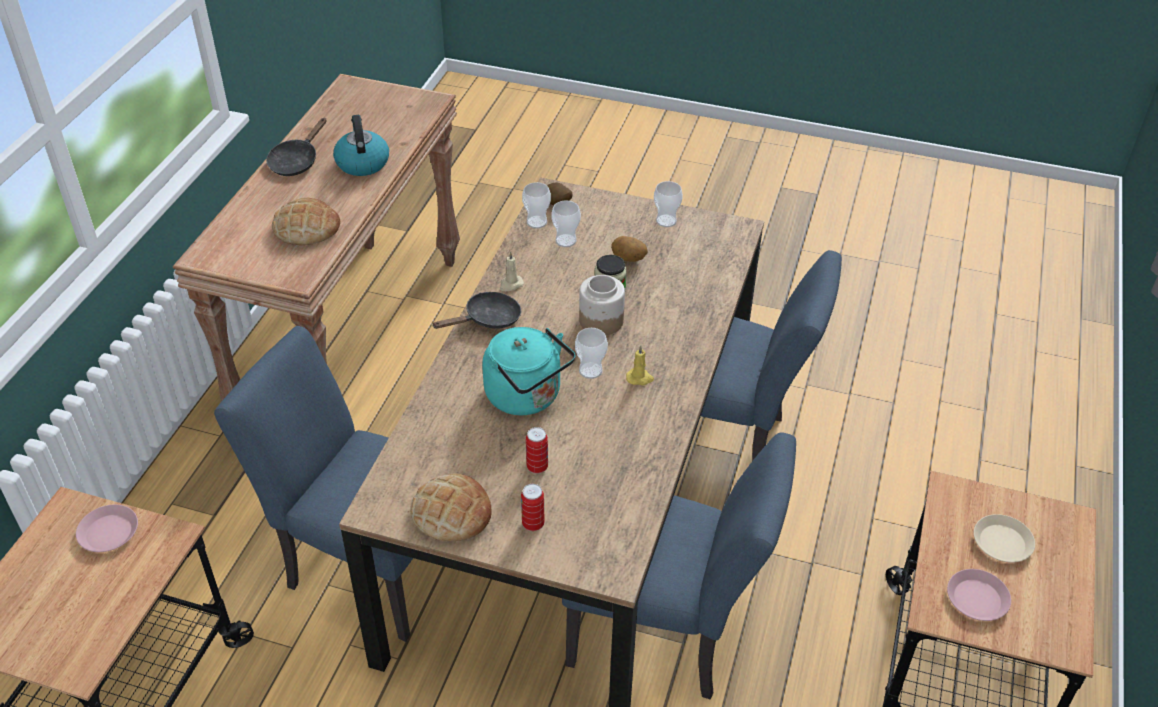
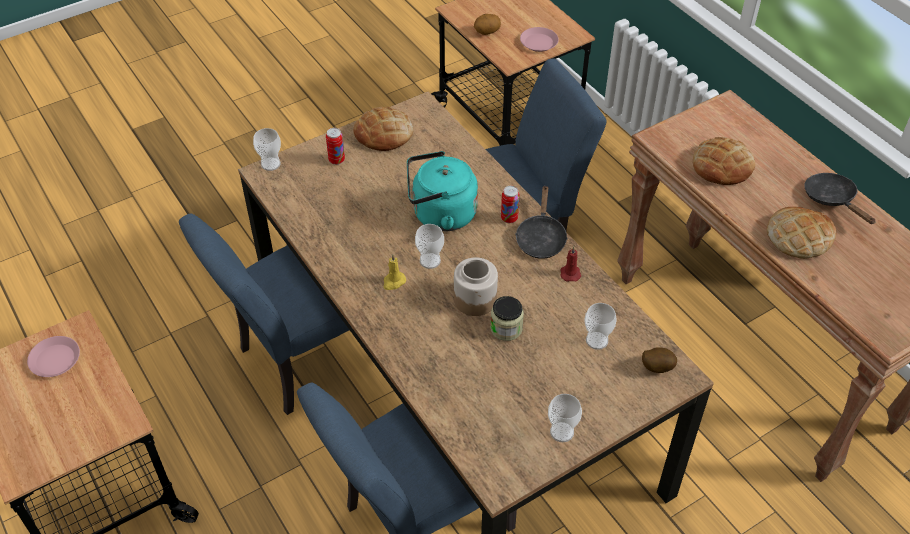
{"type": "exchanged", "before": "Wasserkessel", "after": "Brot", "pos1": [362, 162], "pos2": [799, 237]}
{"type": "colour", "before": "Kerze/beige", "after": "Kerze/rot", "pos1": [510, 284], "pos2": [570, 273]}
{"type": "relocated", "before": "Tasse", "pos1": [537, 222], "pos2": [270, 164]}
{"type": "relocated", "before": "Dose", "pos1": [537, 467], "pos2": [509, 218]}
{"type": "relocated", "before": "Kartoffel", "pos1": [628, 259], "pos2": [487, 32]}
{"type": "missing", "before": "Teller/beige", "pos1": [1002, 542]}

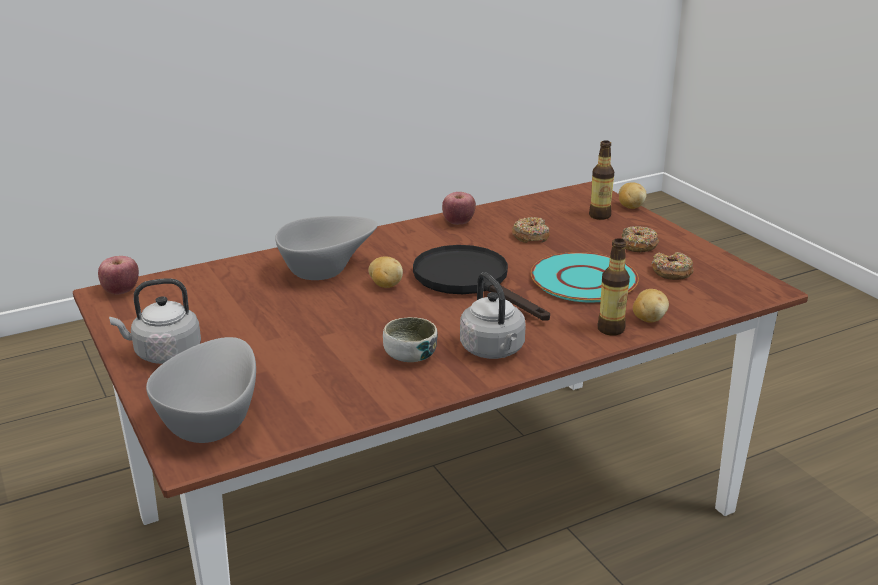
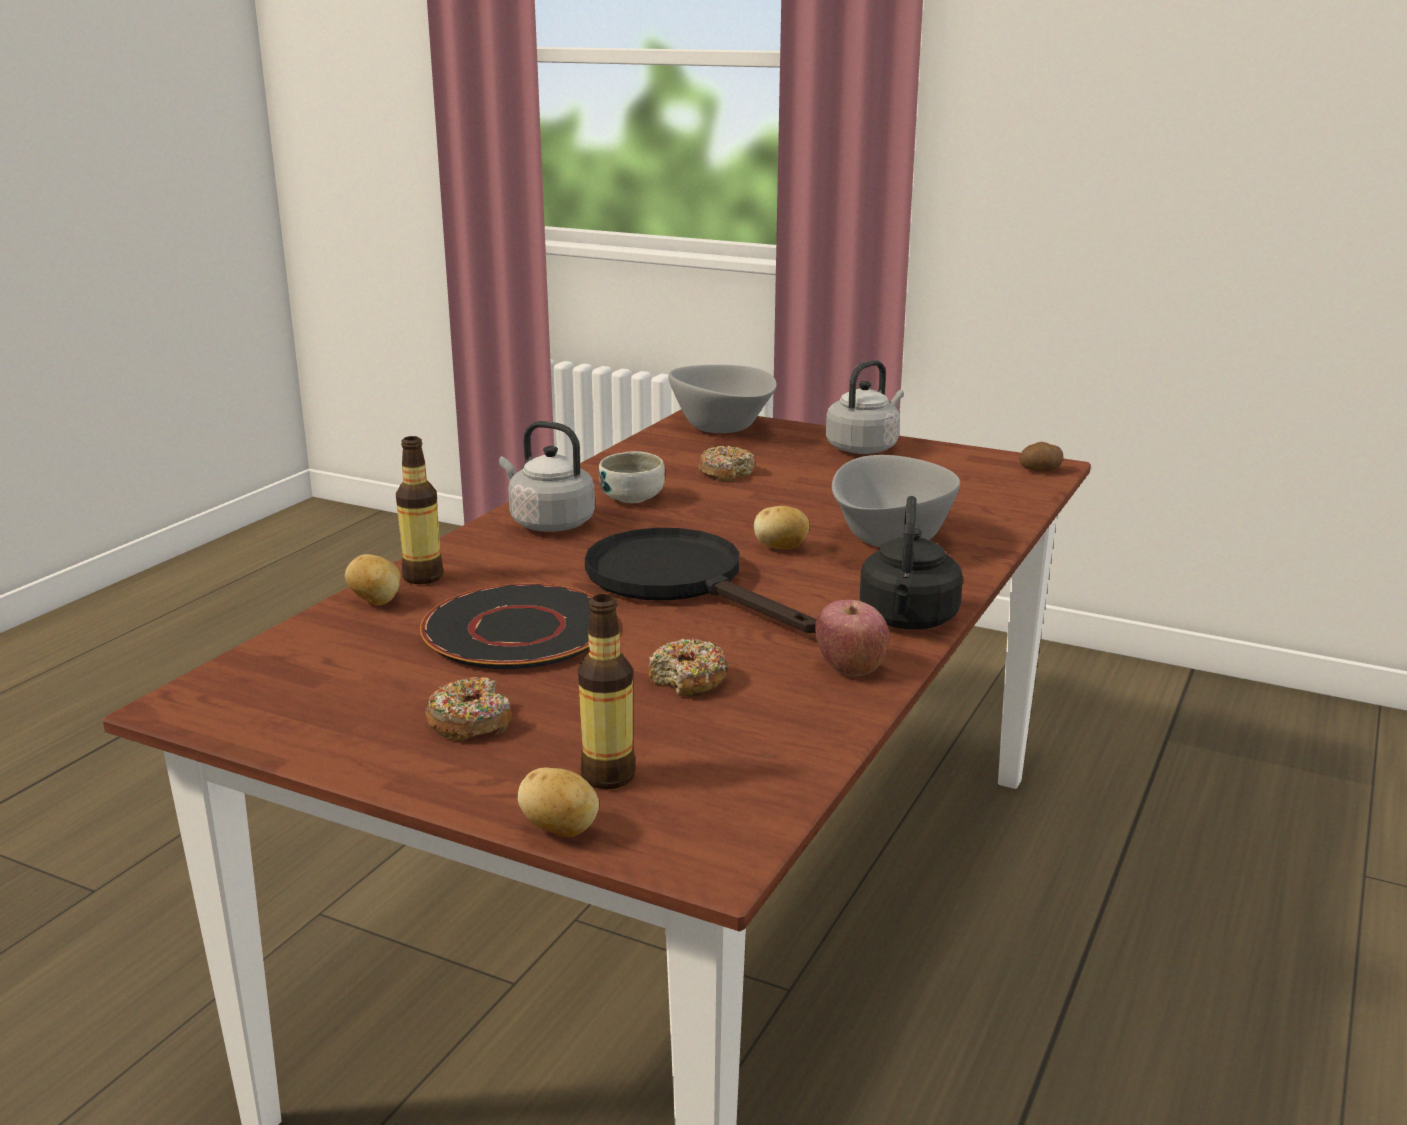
{"type": "exchanged", "before": "Apfel", "after": "Kartoffel", "pos1": [121, 291], "pos2": [1040, 470]}
{"type": "spun", "before": "Pfanne/schwarz", "pos1": [470, 281], "pos2": [680, 582], "turn": -150}
{"type": "colour", "before": "Teller/türkis", "after": "Teller/schwarz", "pos1": [583, 280], "pos2": [517, 629]}
{"type": "relocated", "before": "Donut", "pos1": [671, 272], "pos2": [726, 473]}
{"type": "appeared", "after": "Wasserkessel/schwarz", "pos2": [908, 621]}

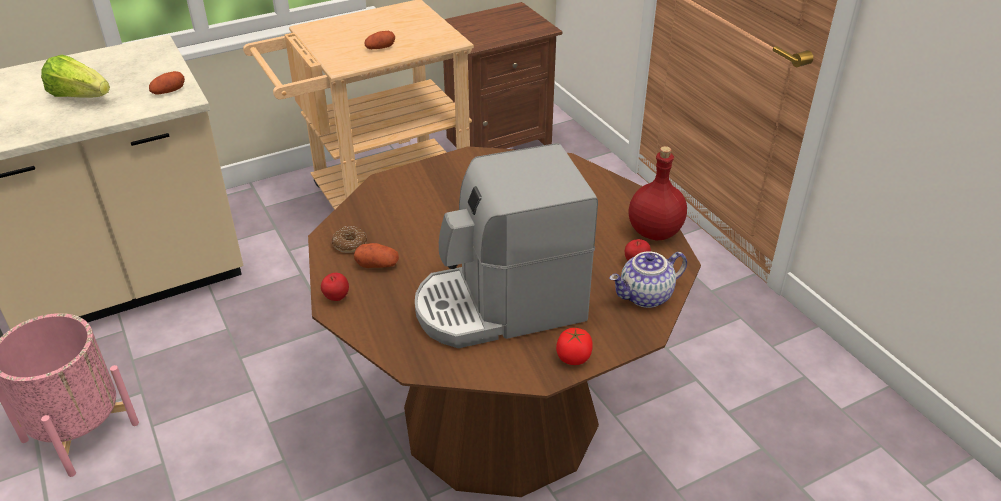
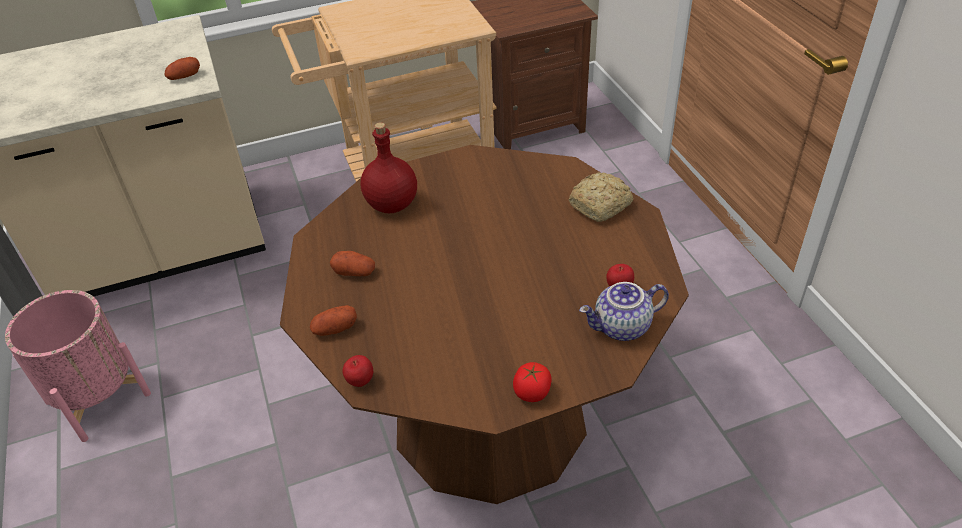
{"type": "missing", "before": "Salatkopf", "pos1": [80, 96]}
{"type": "relocated", "before": "Apfel", "pos1": [336, 298], "pos2": [360, 381]}
{"type": "missing", "before": "Donut", "pos1": [349, 244]}
{"type": "relocated", "before": "Kartoffel", "pos1": [380, 48], "pos2": [335, 329]}
{"type": "missing", "before": "Kaffeemaschine", "pos1": [500, 306]}
{"type": "relocated", "before": "Flasche/rot", "pos1": [654, 231], "pos2": [391, 204]}
{"type": "appeared", "after": "Brot", "pos2": [601, 205]}

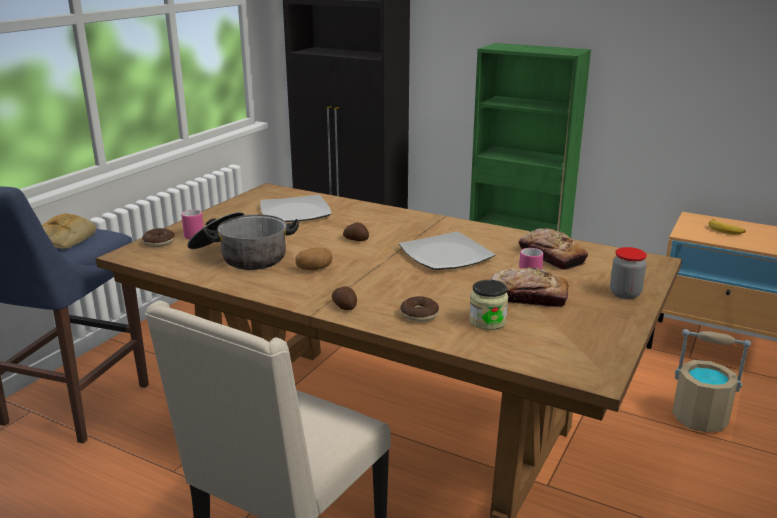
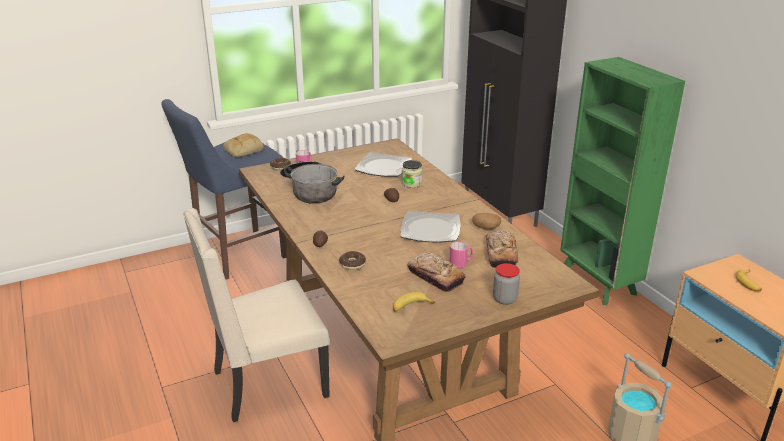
{"type": "relocated", "before": "Kartoffel", "pos1": [314, 269], "pos2": [486, 228]}
{"type": "relocated", "before": "Vorratsglas", "pos1": [487, 321], "pos2": [411, 183]}
{"type": "appeared", "after": "Banane", "pos2": [410, 307]}

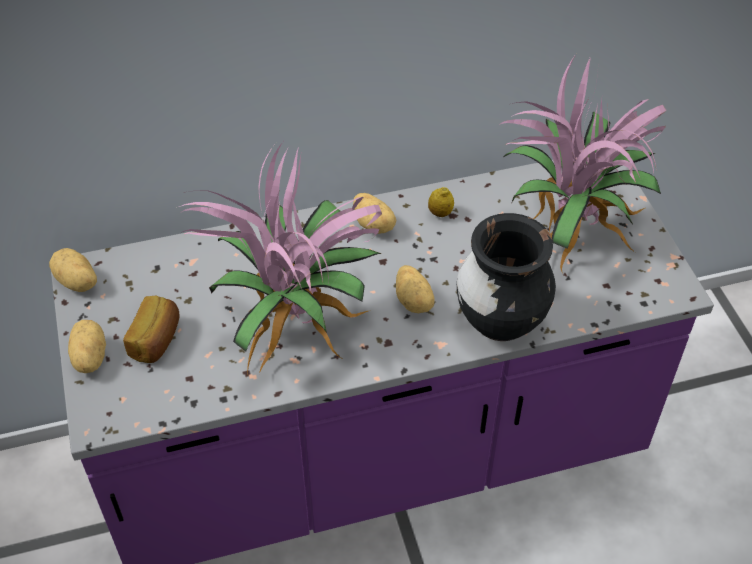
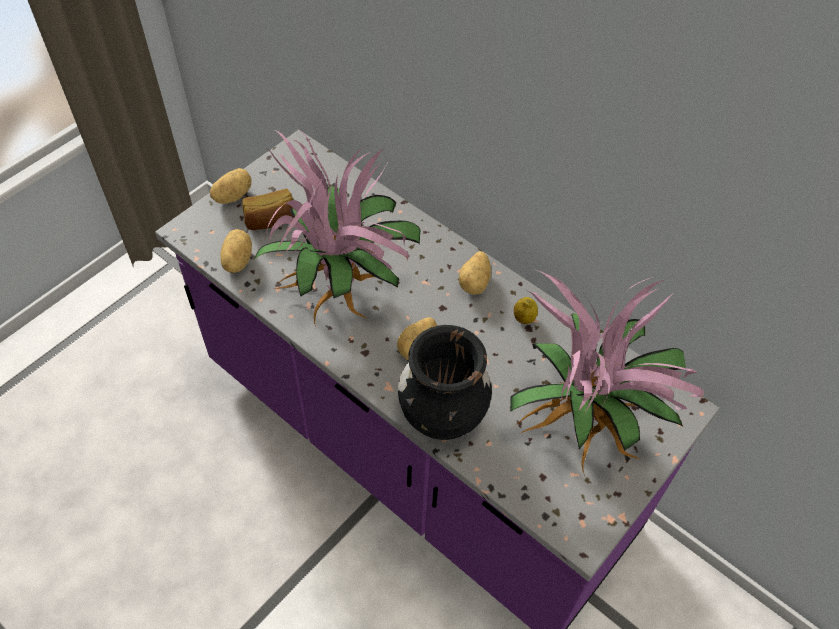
{"type": "relocated", "before": "Kartoffel", "pos1": [76, 282], "pos2": [236, 261]}

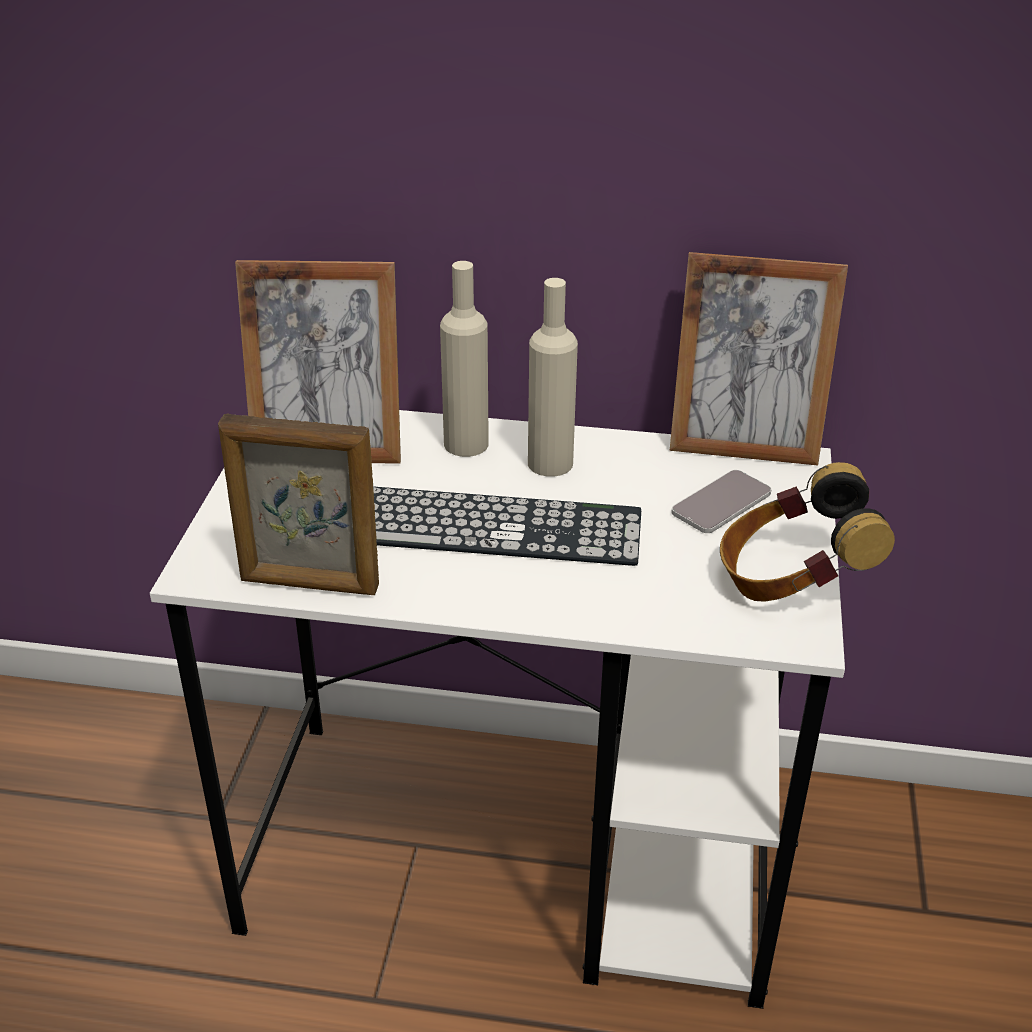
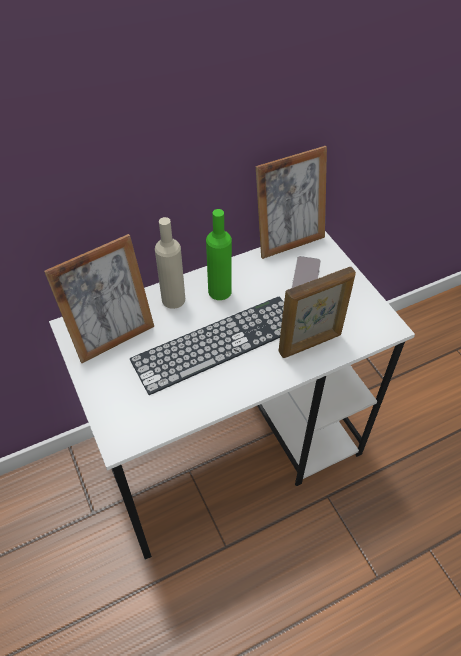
{"type": "relocated", "before": "Bilderrahmen", "pos1": [309, 584], "pos2": [310, 343]}
{"type": "colour", "before": "Flasche/beige", "after": "Flasche/grün", "pos1": [550, 463], "pos2": [219, 291]}
{"type": "missing", "before": "Kopfhörer", "pos1": [791, 581]}

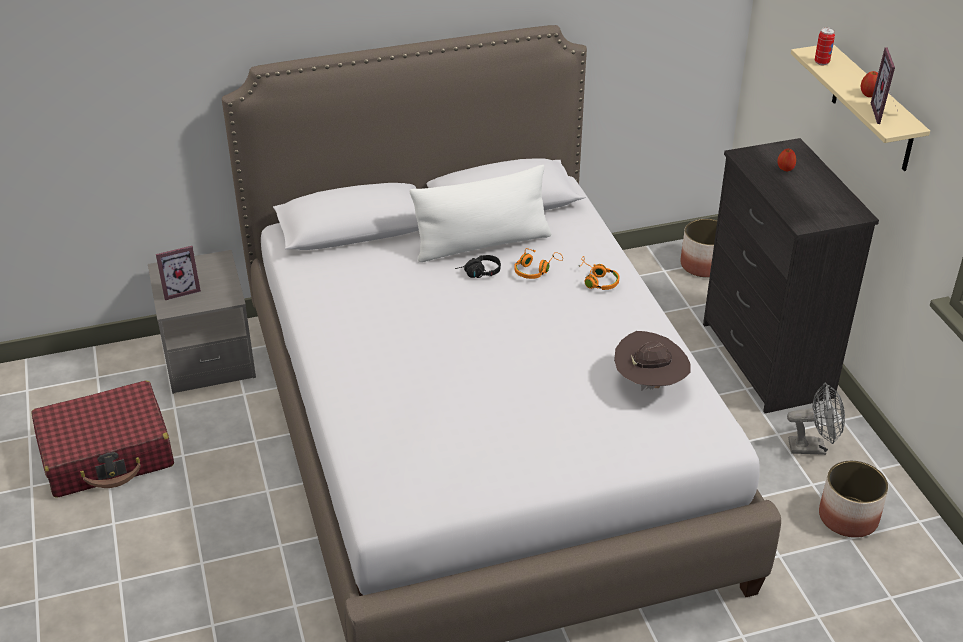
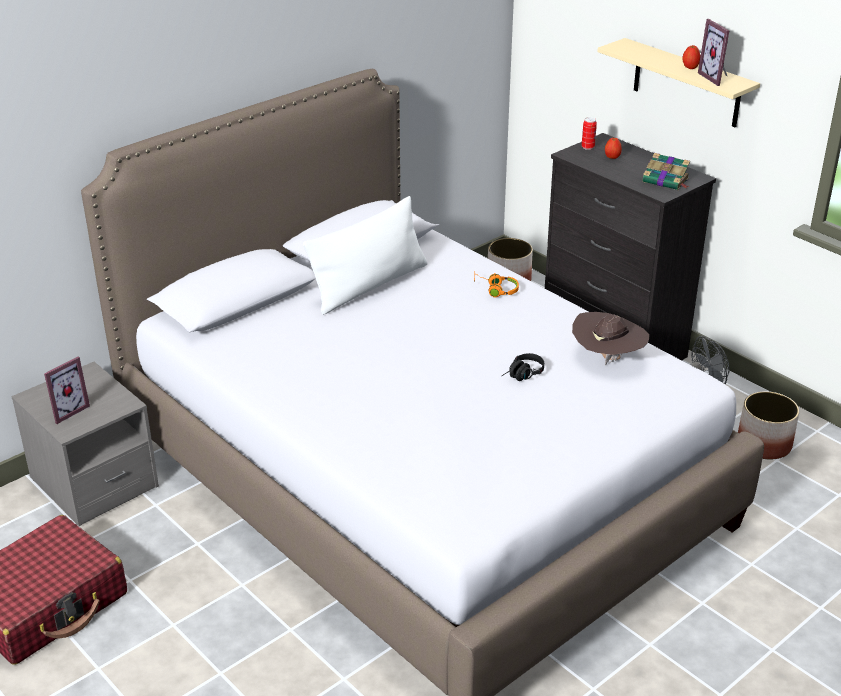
{"type": "relocated", "before": "Kopfhörer/schwarz", "pos1": [478, 273], "pos2": [522, 375]}
{"type": "missing", "before": "Kopfhörer/orange", "pos1": [535, 270]}
{"type": "relocated", "before": "Dose", "pos1": [821, 62], "pos2": [588, 147]}
{"type": "appeared", "after": "Buch", "pos2": [666, 181]}

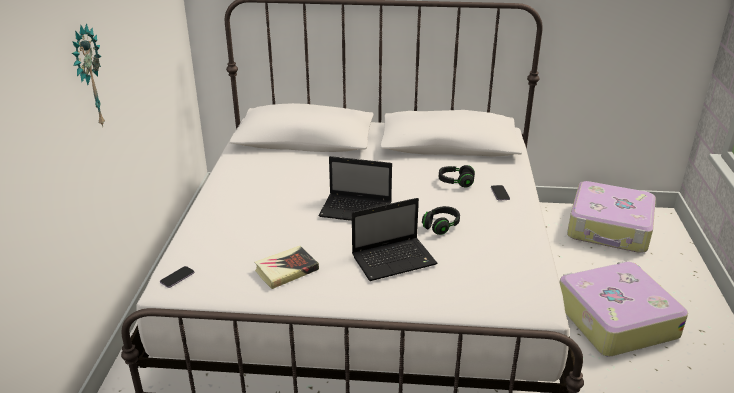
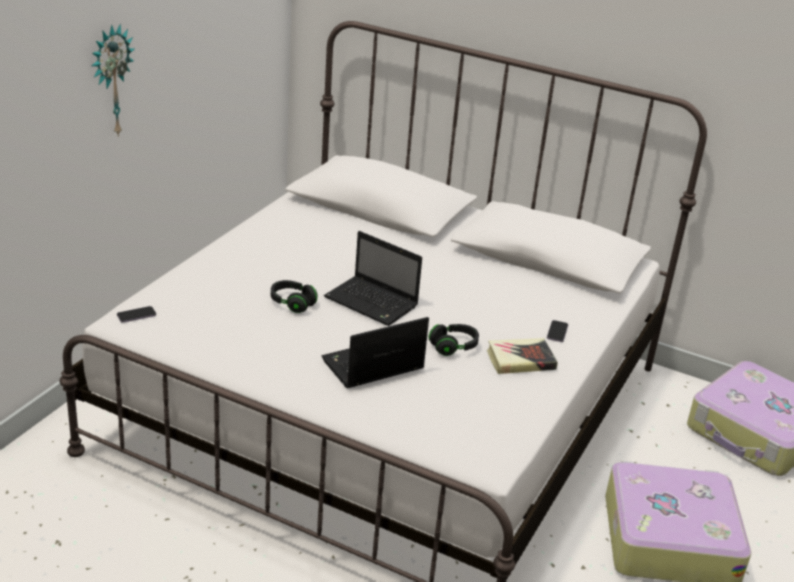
{"type": "relocated", "before": "Buch", "pos1": [286, 270], "pos2": [520, 360]}
{"type": "spun", "before": "Laptop", "pos1": [395, 259], "pos2": [371, 366], "turn": 150}
{"type": "relocated", "before": "Kopfhörer/schwarz", "pos1": [455, 182], "pos2": [292, 303]}

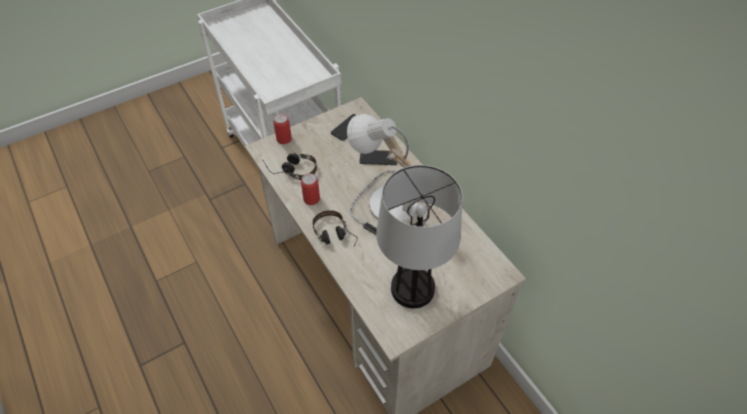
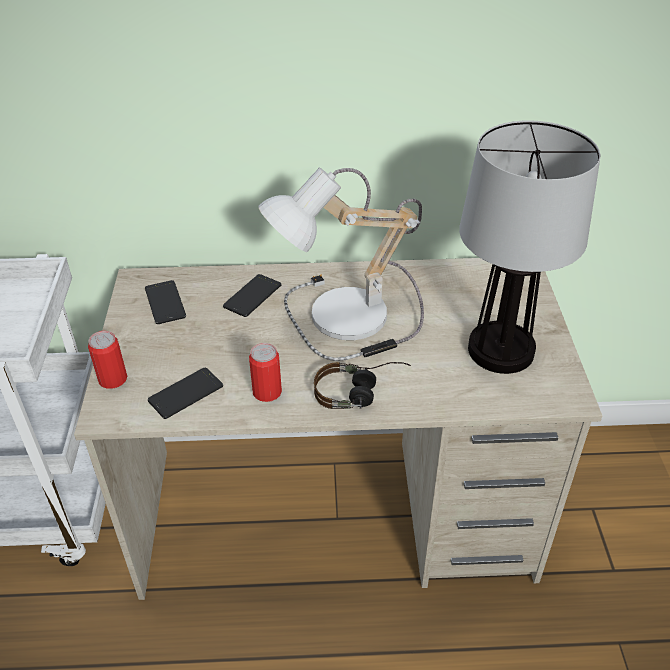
{"type": "exchanged", "before": "Kopfhörer", "after": "Handy", "pos1": [291, 169], "pos2": [186, 393]}

